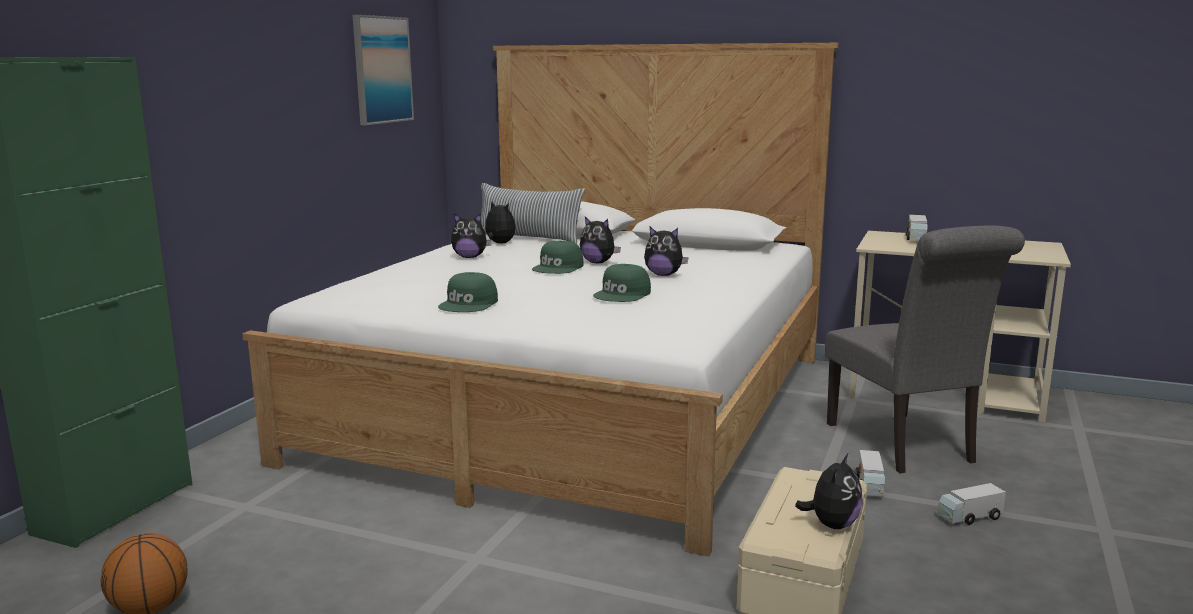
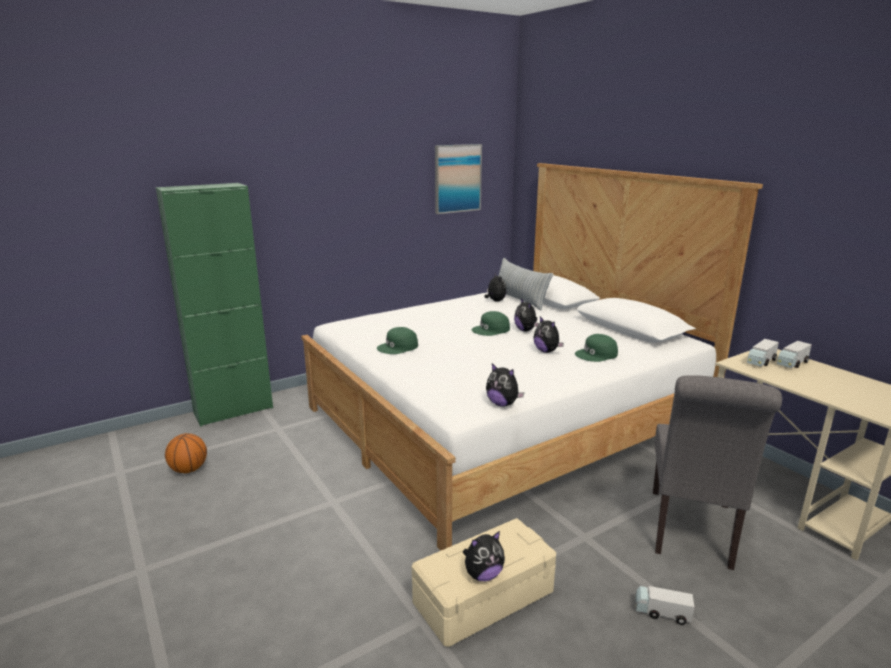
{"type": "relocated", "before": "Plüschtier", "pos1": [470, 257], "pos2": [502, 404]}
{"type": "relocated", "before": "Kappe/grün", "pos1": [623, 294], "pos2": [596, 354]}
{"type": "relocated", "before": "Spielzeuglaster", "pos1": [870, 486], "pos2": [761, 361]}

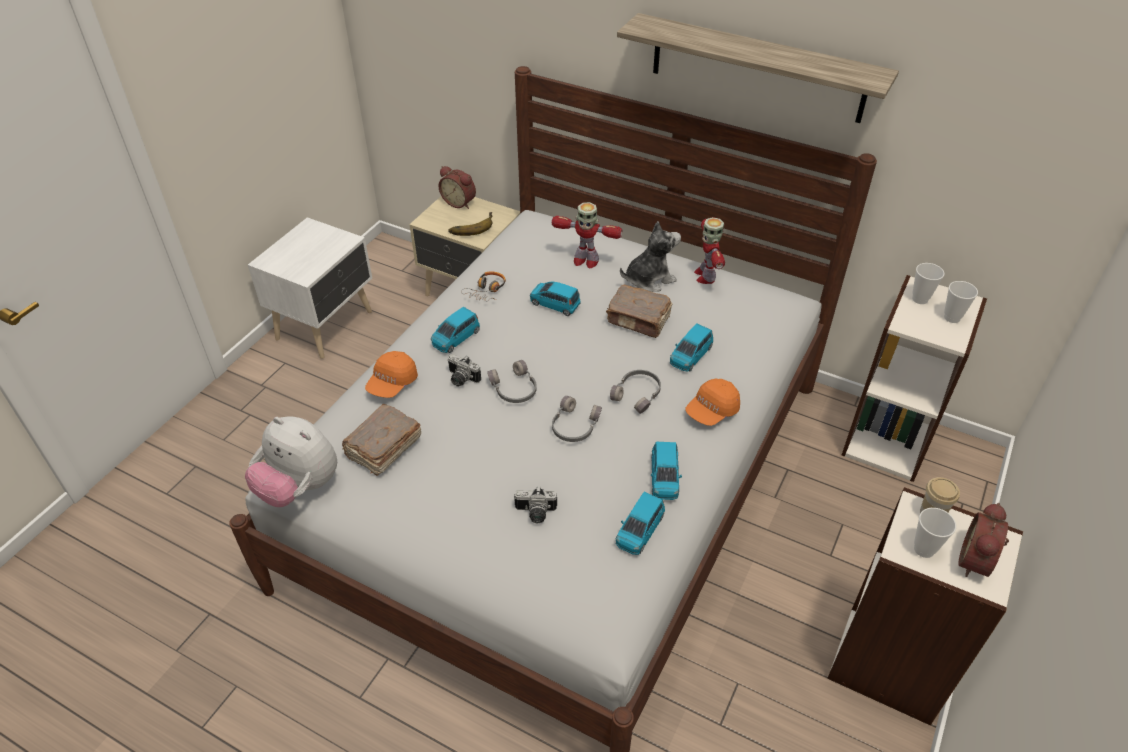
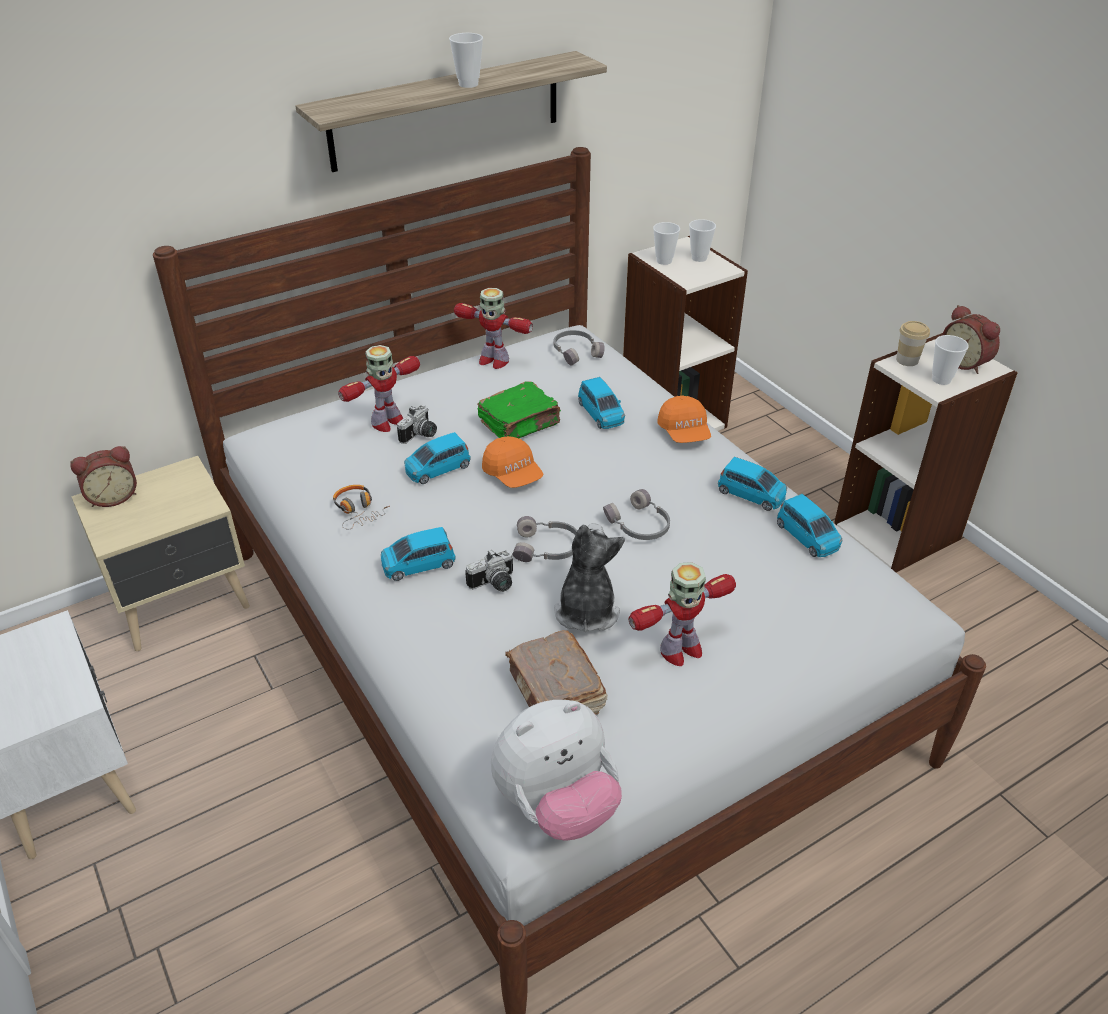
{"type": "relocated", "before": "Kappe/orange", "pos1": [392, 383], "pos2": [513, 474]}
{"type": "spun", "before": "Spielzeugauto/blau", "pos1": [456, 338], "pos2": [418, 564], "turn": 90}
{"type": "missing", "before": "Banane", "pos1": [471, 226]}
{"type": "relocated", "before": "Kamera", "pos1": [535, 513], "pos2": [420, 435]}
{"type": "colour", "before": "Buch/braun", "after": "Buch/grün", "pos1": [639, 320], "pos2": [520, 423]}
{"type": "relocated", "before": "Kopfhörer/grau", "pos1": [638, 394], "pos2": [576, 352]}
{"type": "relocated", "before": "Plüschtier", "pos1": [649, 279], "pos2": [586, 610]}
{"type": "appeared", "after": "Tasse", "pos2": [468, 84]}
{"type": "appeared", "after": "Spielzeugroboter", "pos2": [680, 650]}

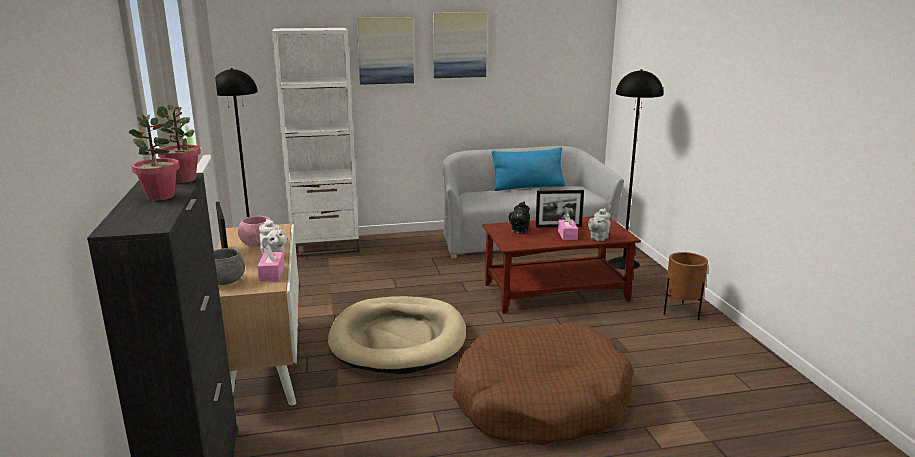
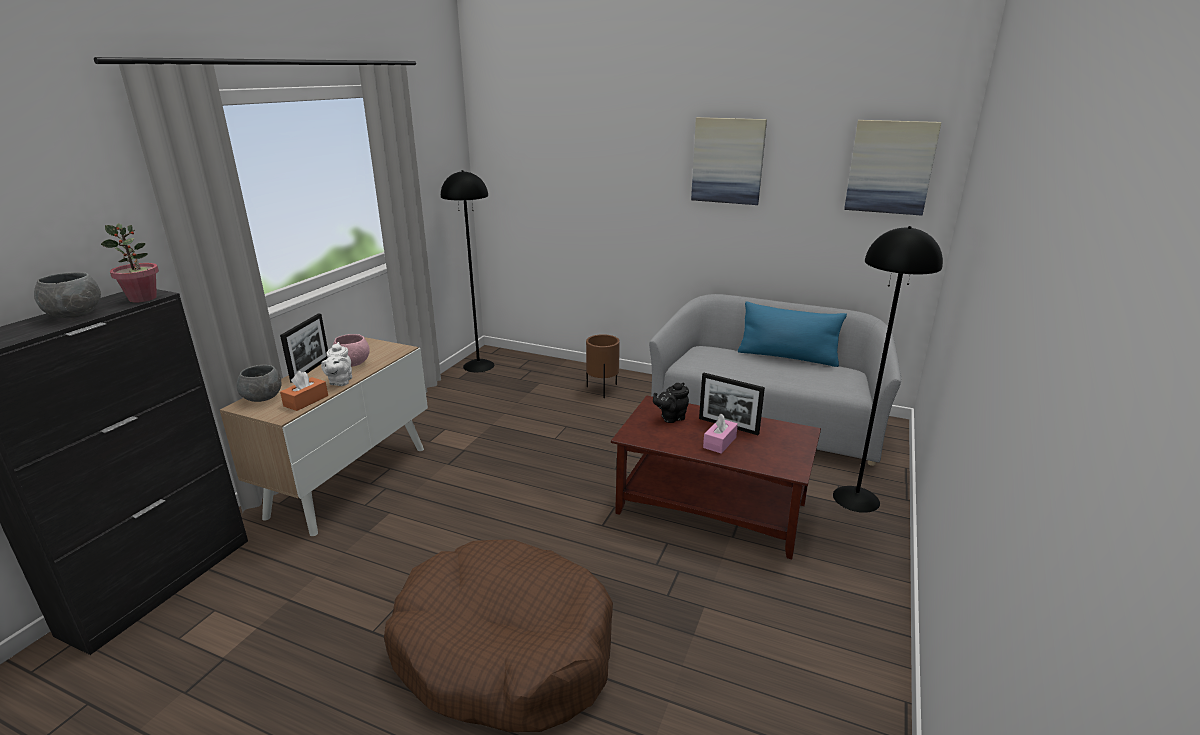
{"type": "exchanged", "before": "Topfpflanze", "after": "Schüssel/grau", "pos1": [160, 196], "pos2": [75, 315]}
{"type": "colour", "before": "Taschentuchbox/rosa", "after": "Taschentuchbox/orange", "pos1": [272, 273], "pos2": [306, 401]}
{"type": "missing", "before": "Bücherregal/weiß", "pos1": [325, 246]}
{"type": "missing", "before": "Hundebett/beige", "pos1": [398, 339]}
{"type": "relocated", "before": "Bild", "pos1": [385, 50], "pos2": [890, 167]}
{"type": "missing", "before": "Teekanne/grau", "pos1": [598, 238]}
{"type": "relocated", "before": "Pflanzkübel/braun", "pos1": [681, 313], "pos2": [602, 390]}

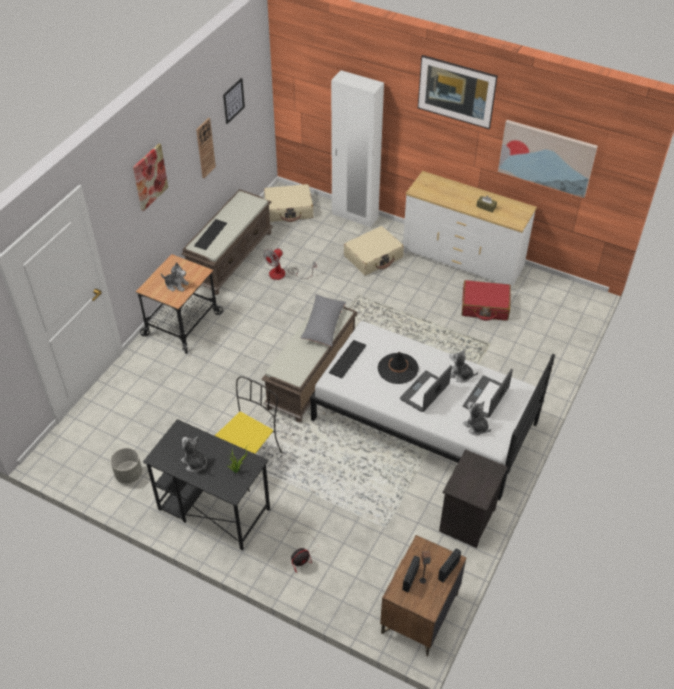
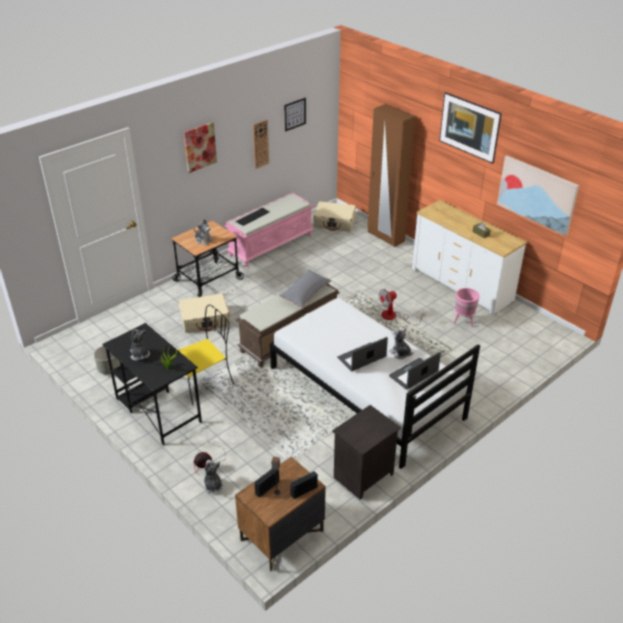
{"type": "colour", "before": "Bank/braun", "after": "Bank/rosa", "pos1": [230, 257], "pos2": [271, 244]}
{"type": "relocated", "before": "Ventilator", "pos1": [283, 274], "pos2": [394, 317]}
{"type": "missing", "before": "Tastatur", "pos1": [348, 359]}
{"type": "colour", "before": "Kleiderschrank/weiß", "after": "Kleiderschrank/braun", "pos1": [355, 216], "pos2": [385, 237]}
{"type": "relocated", "before": "Koffer/beige", "pos1": [373, 257], "pos2": [205, 319]}
{"type": "missing", "before": "Hut/schwarz", "pos1": [398, 368]}
{"type": "exchanged", "before": "Koffer/rot", "after": "Pflanzkübel/rosa", "pos1": [485, 306], "pos2": [463, 322]}
{"type": "relocated", "before": "Plüschtier", "pos1": [476, 427], "pos2": [212, 485]}

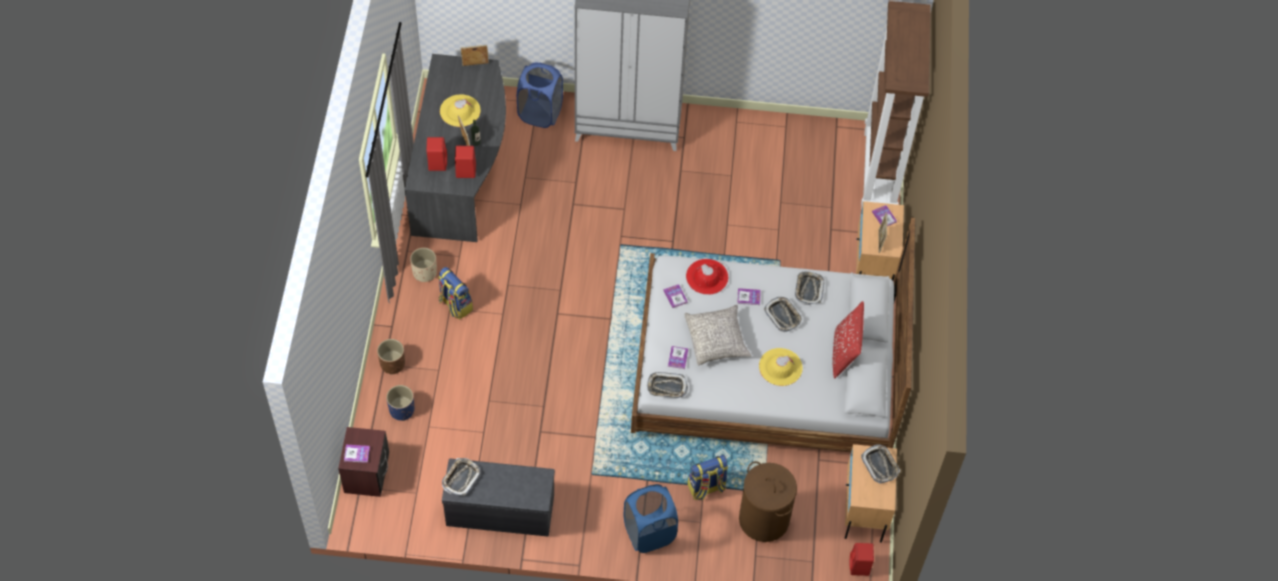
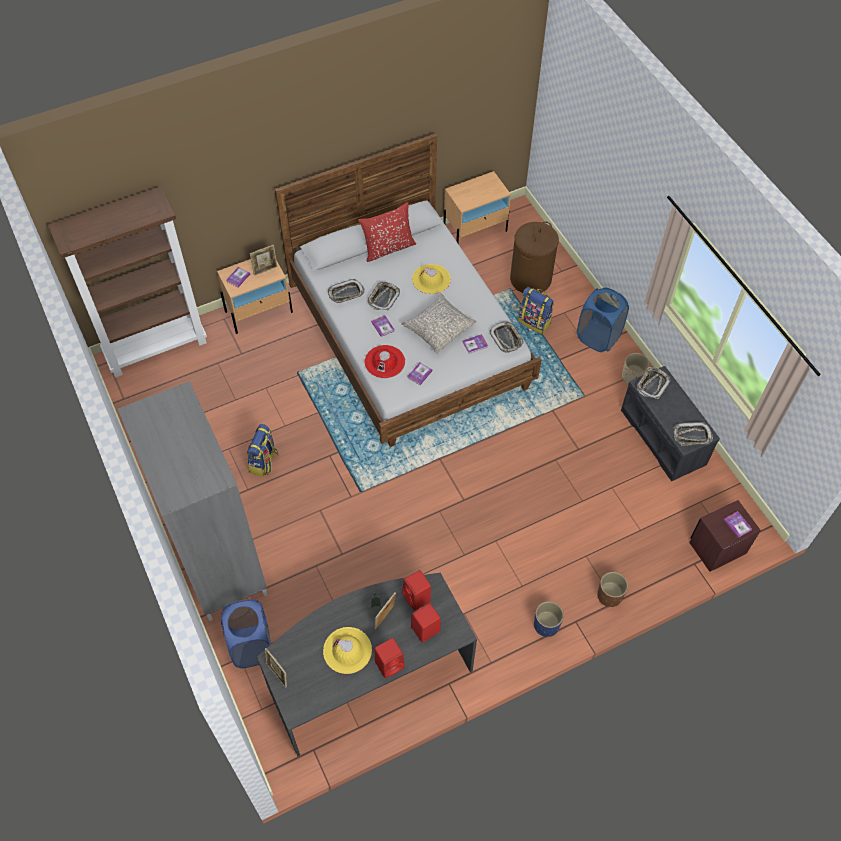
{"type": "relocated", "before": "Pflanzkübel/blau", "pos1": [401, 410], "pos2": [546, 625]}
{"type": "relocated", "before": "Pflanzkübel/beige", "pos1": [424, 272], "pos2": [632, 377]}
{"type": "relocated", "before": "Rucksack", "pos1": [455, 305], "pos2": [264, 462]}
{"type": "relocated", "before": "Lautsprecher/rot", "pos1": [859, 567], "pos2": [390, 663]}
{"type": "relocated", "before": "Tablett", "pos1": [880, 465], "pos2": [652, 384]}

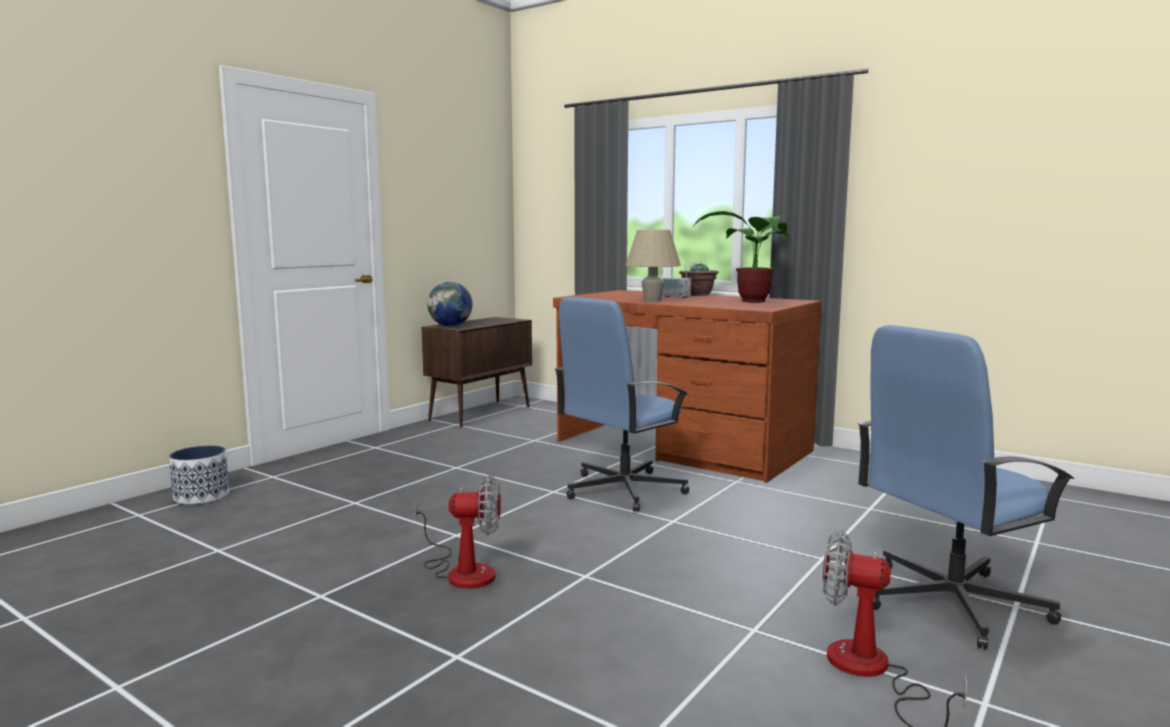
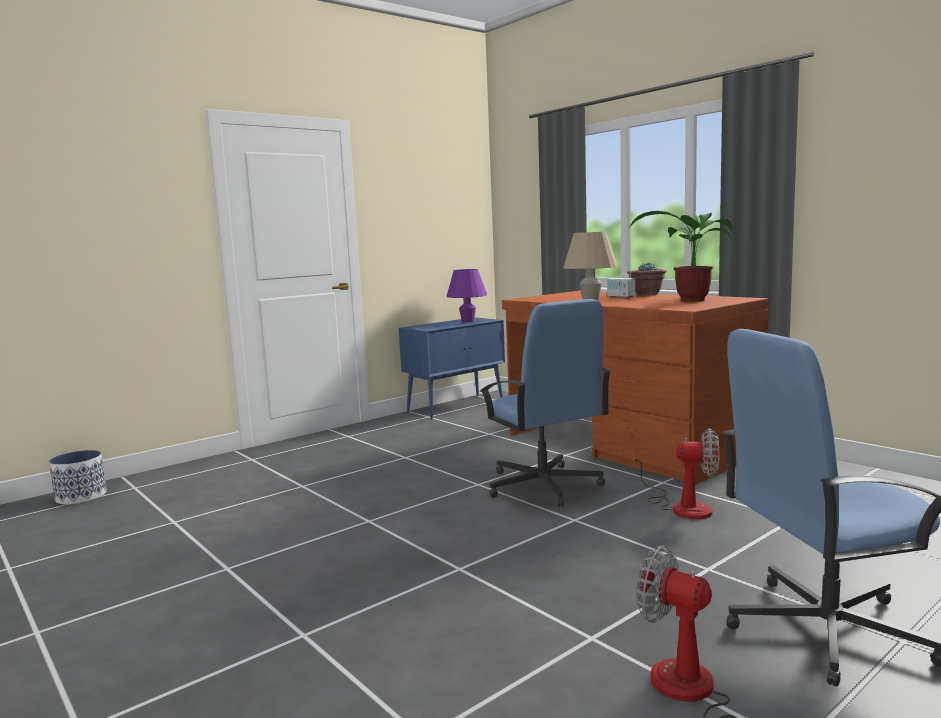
{"type": "relocated", "before": "Pflanzkübel", "pos1": [201, 496], "pos2": [81, 496]}
{"type": "relocated", "before": "Ventilator", "pos1": [462, 571], "pos2": [682, 506]}
{"type": "colour", "before": "Schrank/braun", "after": "Schrank/blau", "pos1": [481, 413], "pos2": [456, 407]}
{"type": "missing", "before": "Globus", "pos1": [450, 326]}
{"type": "spun", "before": "Bürostuhl/blau", "pos1": [622, 490], "pos2": [543, 486], "turn": -90}
{"type": "appeared", "after": "Tischlampe/lila", "pos2": [468, 321]}

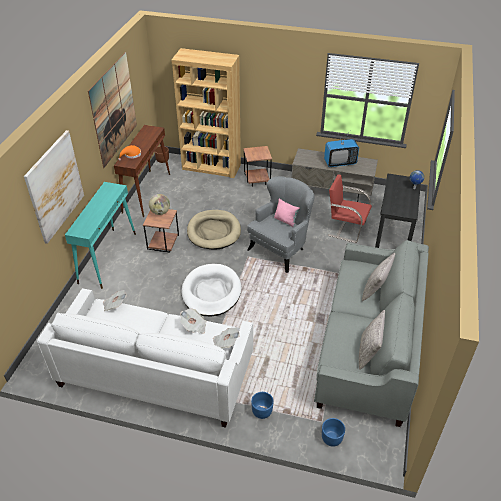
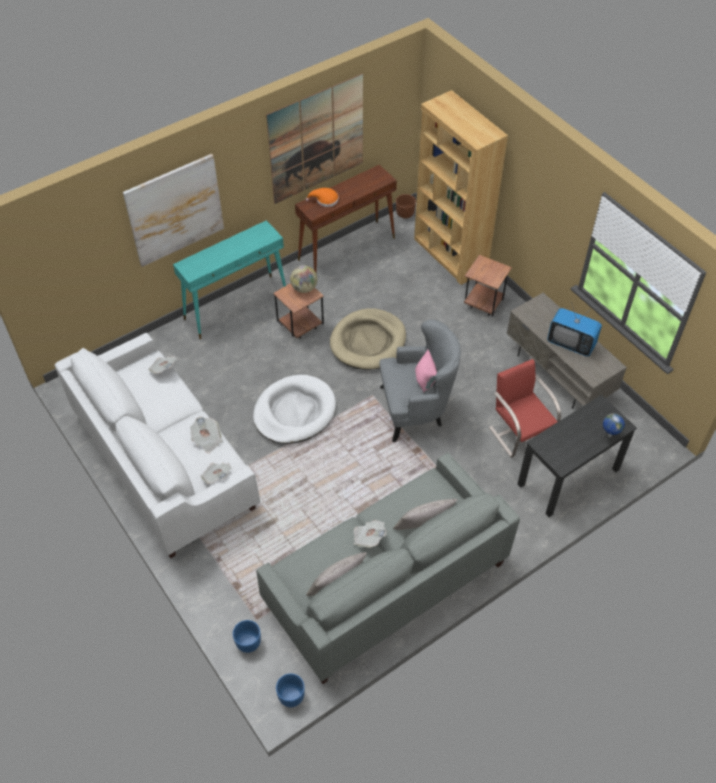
{"type": "relocated", "before": "Pflanzkübel/blau", "pos1": [262, 411], "pos2": [291, 696]}
{"type": "appeared", "after": "Zeitung", "pos2": [368, 537]}

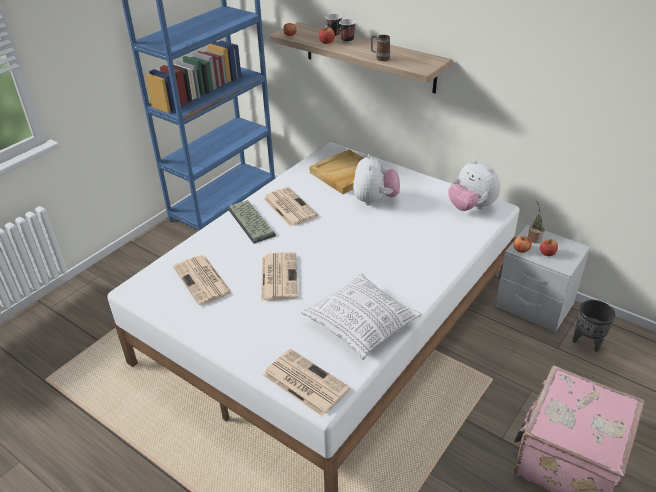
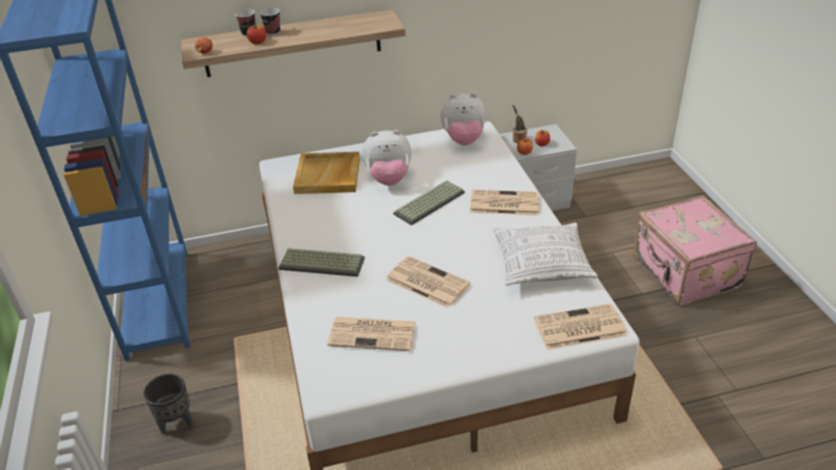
{"type": "relocated", "before": "Zeitung", "pos1": [289, 207], "pos2": [503, 203]}
{"type": "spun", "before": "Plüschtier", "pos1": [375, 200], "pos2": [389, 179], "turn": 135}
{"type": "missing", "before": "Henkelbecher", "pos1": [380, 58]}
{"type": "relocated", "before": "Pflanzkübel/schwarz", "pos1": [587, 342], "pos2": [177, 422]}
{"type": "appeared", "after": "Tastatur", "pos2": [429, 204]}

